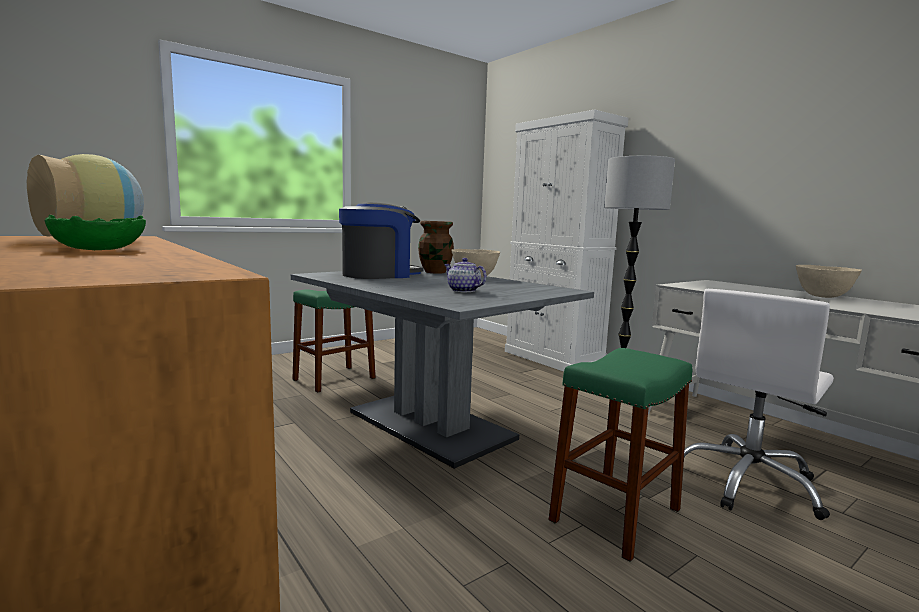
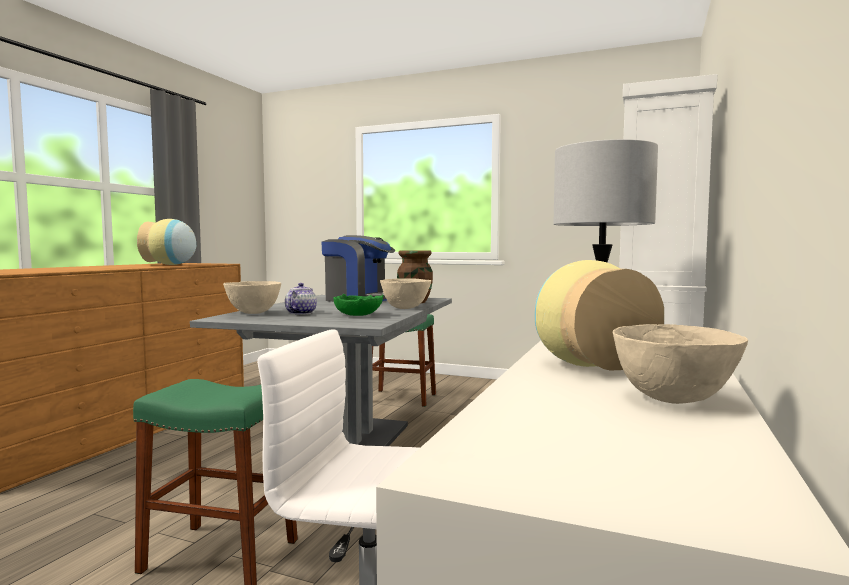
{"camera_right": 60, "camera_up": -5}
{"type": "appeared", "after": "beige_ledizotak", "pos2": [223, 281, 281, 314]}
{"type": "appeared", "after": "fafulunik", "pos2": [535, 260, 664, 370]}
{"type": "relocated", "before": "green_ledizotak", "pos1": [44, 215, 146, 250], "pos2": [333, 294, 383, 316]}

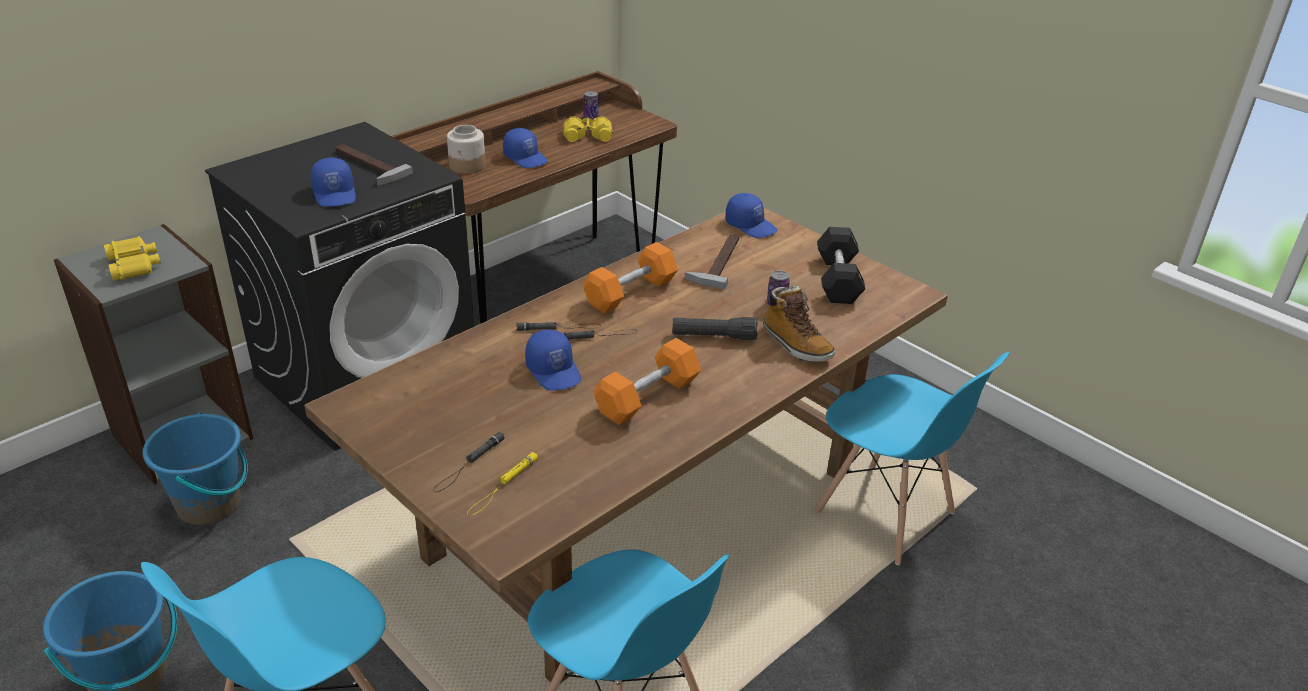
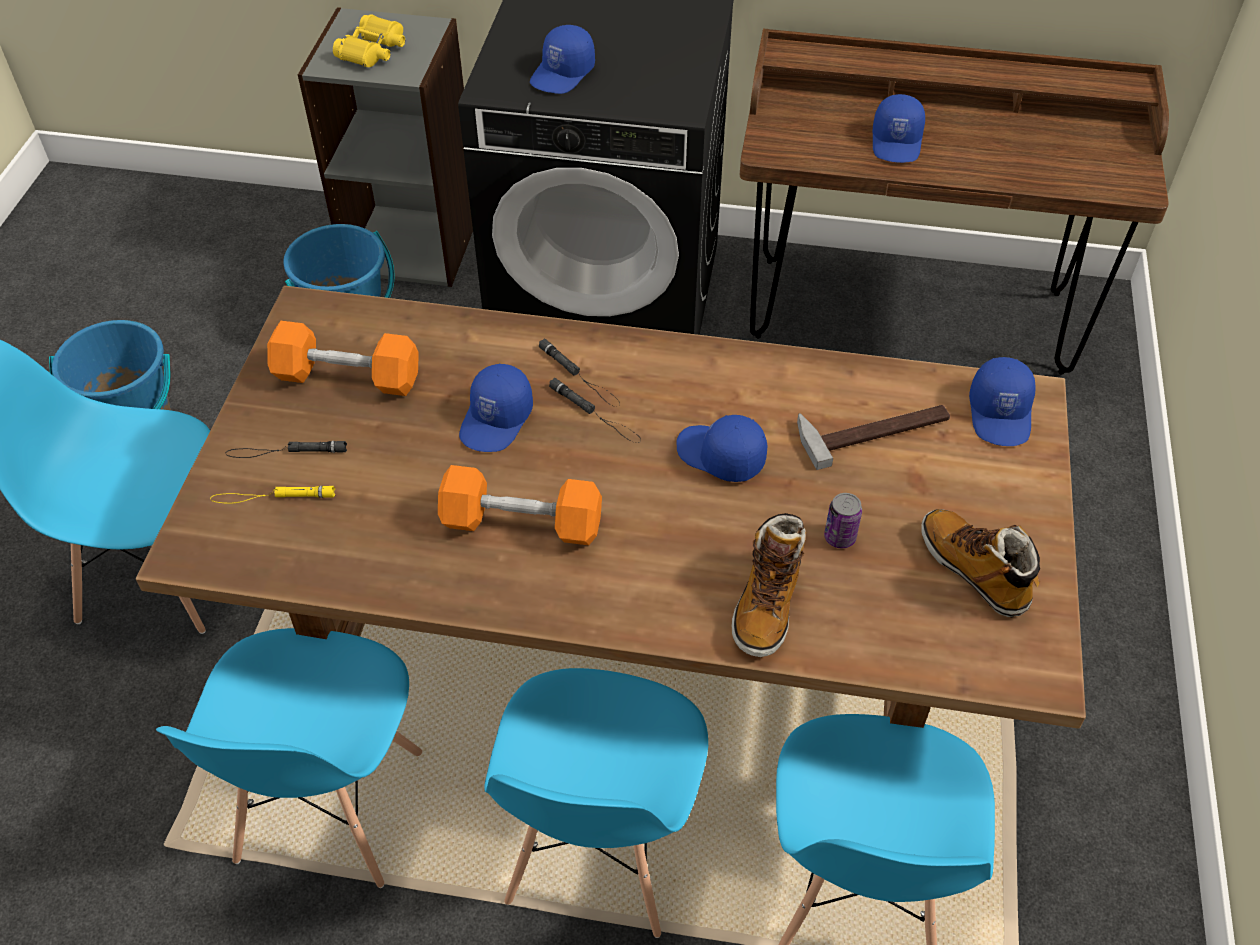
{"camera_right": 55, "camera_up": 15}
{"type": "missing", "before": "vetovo", "pos1": [336, 144, 413, 186]}
{"type": "missing", "before": "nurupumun", "pos1": [447, 125, 486, 174]}
{"type": "missing", "before": "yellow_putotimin", "pos1": [563, 116, 613, 142]}
{"type": "missing", "before": "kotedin", "pos1": [583, 91, 599, 120]}
{"type": "missing", "before": "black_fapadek", "pos1": [672, 317, 758, 340]}
{"type": "appeared", "after": "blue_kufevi", "pos2": [484, 668, 708, 938]}
{"type": "appeared", "after": "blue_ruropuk", "pos2": [676, 415, 767, 482]}
{"type": "relocated", "before": "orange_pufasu", "pos1": [583, 242, 678, 314], "pos2": [267, 321, 419, 396]}
{"type": "exchanged", "before": "black_pufasu", "after": "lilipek", "pos1": [817, 227, 865, 304], "pos2": [921, 509, 1040, 618]}

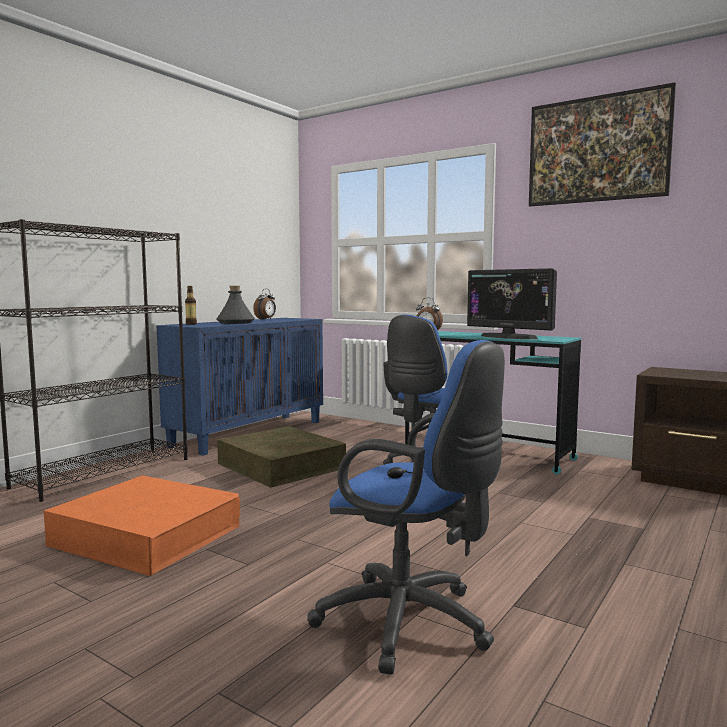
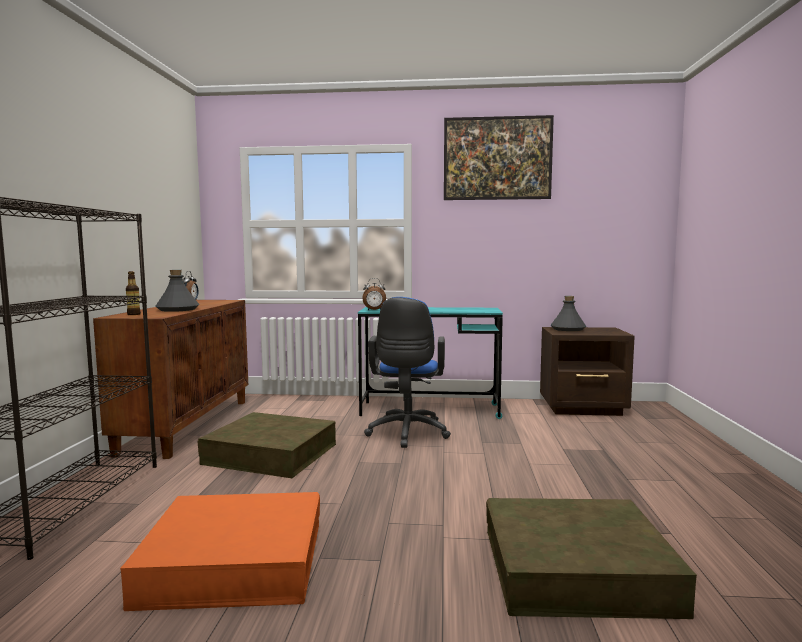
{"camera_right": -30, "camera_up": 0}
{"type": "missing", "before": "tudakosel", "pos1": [467, 268, 557, 339]}
{"type": "appeared", "after": "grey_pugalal", "pos2": [551, 296, 586, 331]}
{"type": "exchanged", "before": "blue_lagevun", "after": "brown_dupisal", "pos1": [308, 340, 505, 675], "pos2": [486, 498, 697, 619]}
{"type": "colour", "before": "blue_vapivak", "after": "brown_vapivak", "pos1": [157, 318, 323, 456], "pos2": [93, 300, 248, 459]}

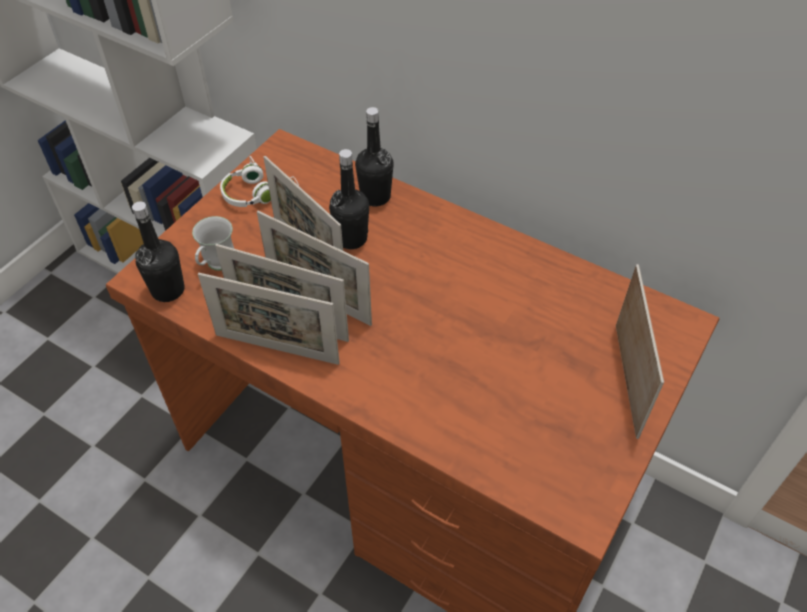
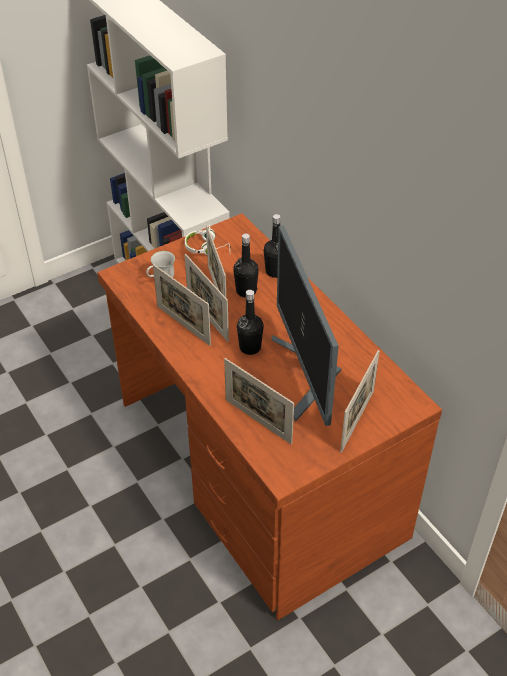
{"camera_right": 25, "camera_up": -5}
{"type": "appeared", "after": "tudakosel", "pos2": [272, 225, 341, 426]}
{"type": "relocated", "before": "black_pugalal", "pos1": [132, 201, 185, 302], "pos2": [237, 290, 264, 355]}
{"type": "relocated", "before": "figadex", "pos1": [198, 273, 340, 365], "pos2": [224, 358, 294, 444]}

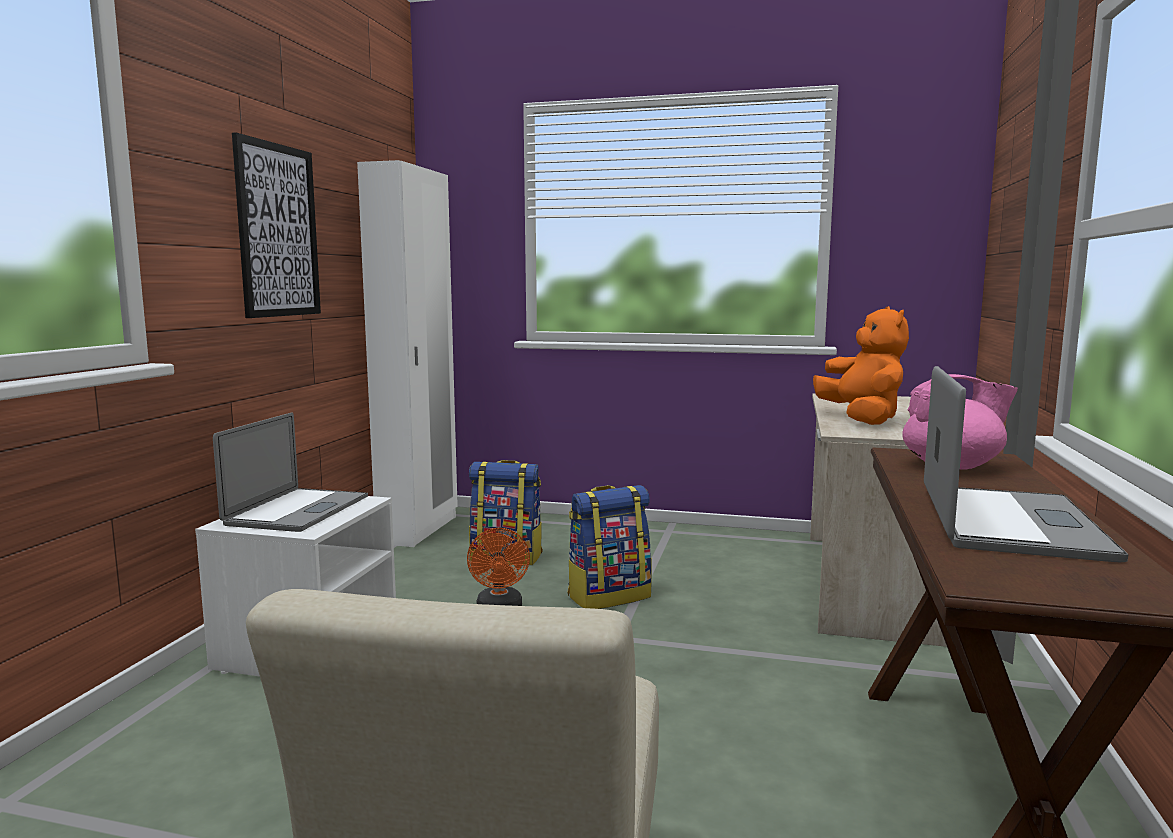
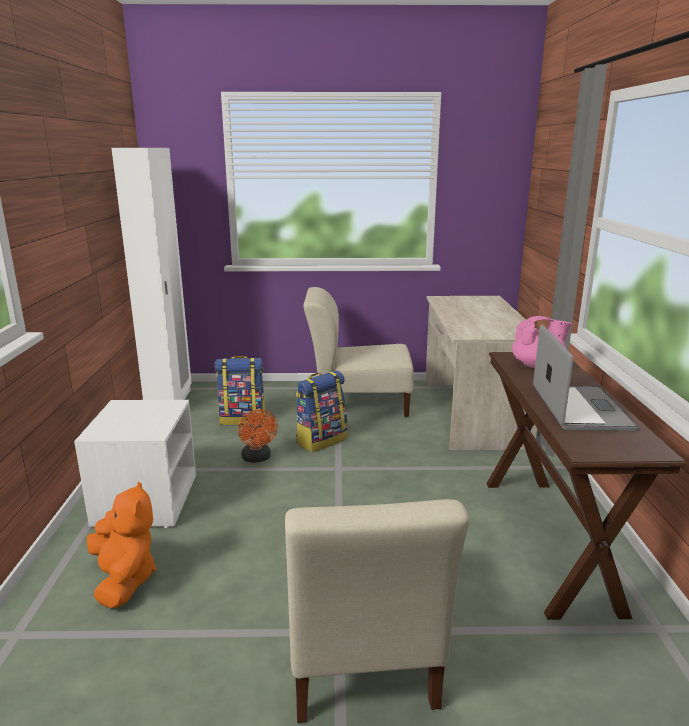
{"camera_right": -15, "camera_up": 10}
{"type": "missing", "before": "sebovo", "pos1": [213, 412, 368, 532]}
{"type": "missing", "before": "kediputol", "pos1": [232, 132, 321, 318]}
{"type": "appeared", "after": "beige_kufevi", "pos2": [303, 287, 414, 417]}
{"type": "relocated", "before": "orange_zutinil", "pos1": [813, 306, 909, 425], "pos2": [87, 481, 156, 608]}

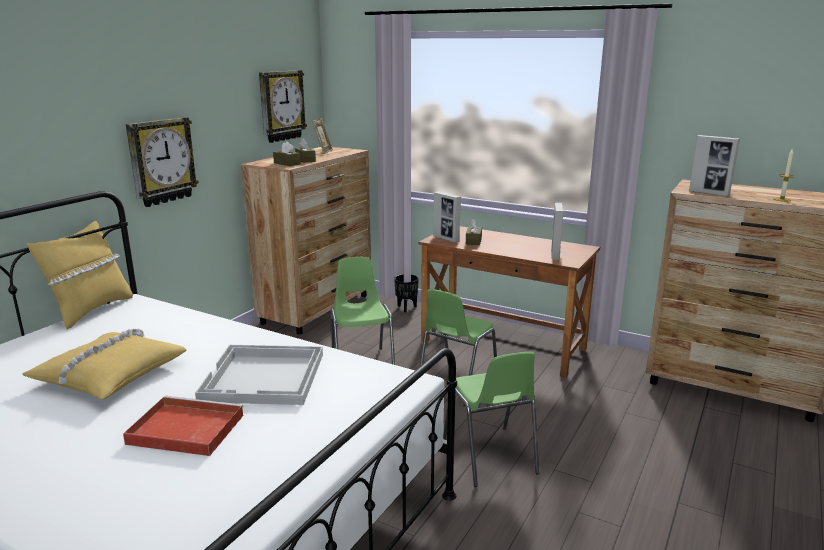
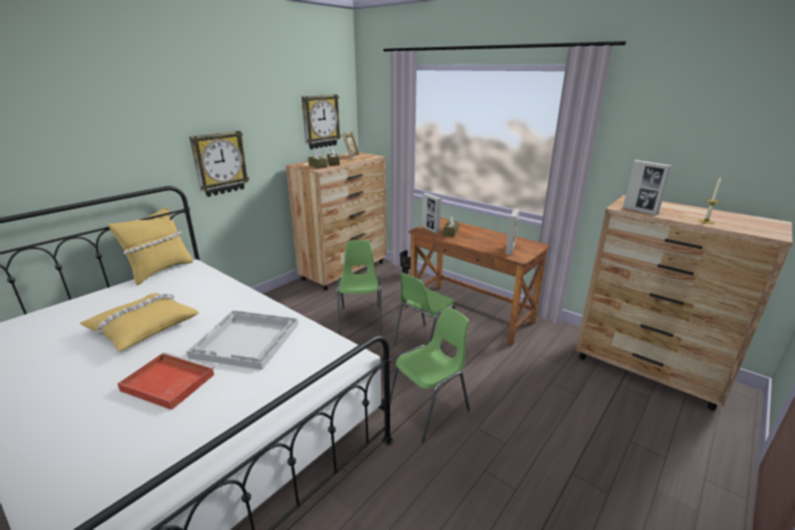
{"camera_right": 10, "camera_up": 5}
{"type": "spun", "before": "green_kufevi", "pos1": [443, 352, 539, 487], "pos2": [390, 307, 470, 443], "turn": -120}

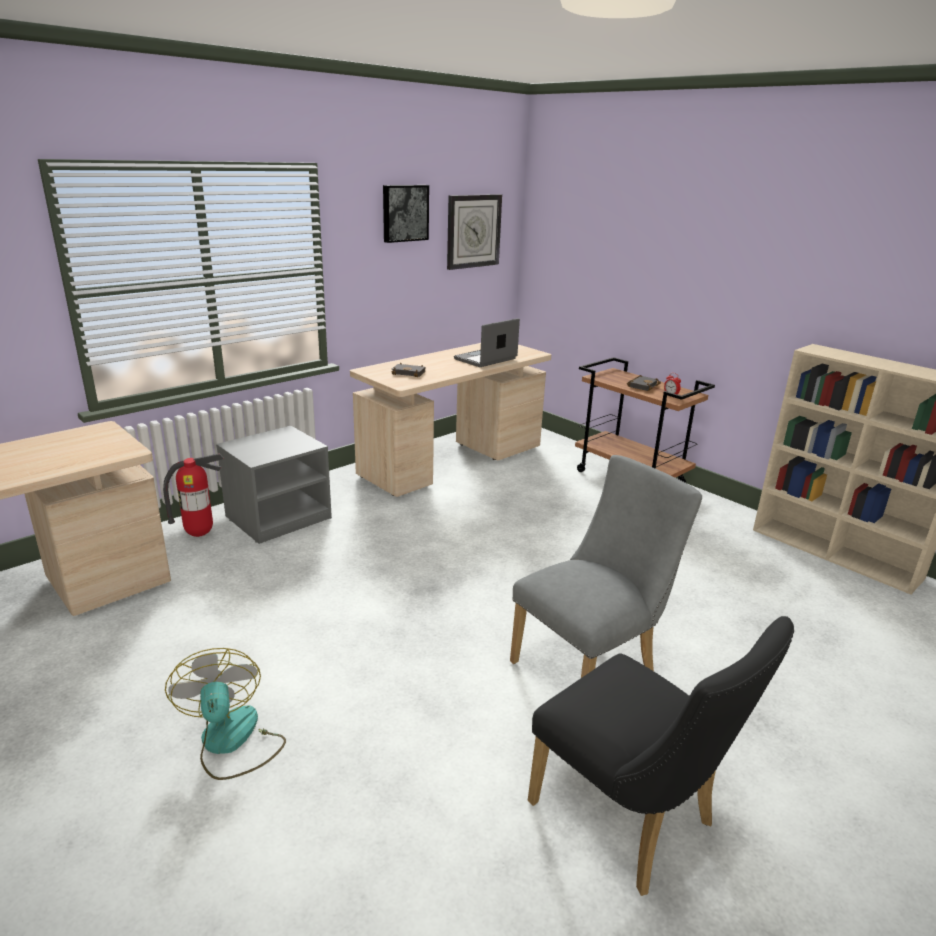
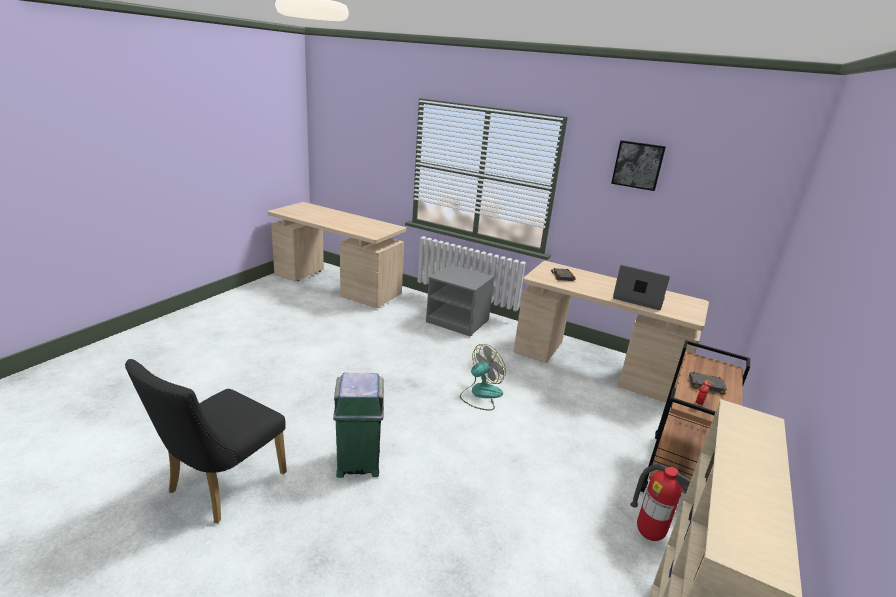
{"camera_right": 70, "camera_up": 0}
{"type": "missing", "before": "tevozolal", "pos1": [447, 194, 502, 270]}
{"type": "relocated", "before": "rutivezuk", "pos1": [163, 453, 224, 537], "pos2": [630, 463, 691, 541]}
{"type": "relocated", "before": "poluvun", "pos1": [165, 648, 286, 780], "pos2": [460, 344, 506, 411]}
{"type": "exchanged", "before": "grey_kufevi", "after": "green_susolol", "pos1": [510, 455, 702, 678], "pos2": [333, 373, 384, 478]}

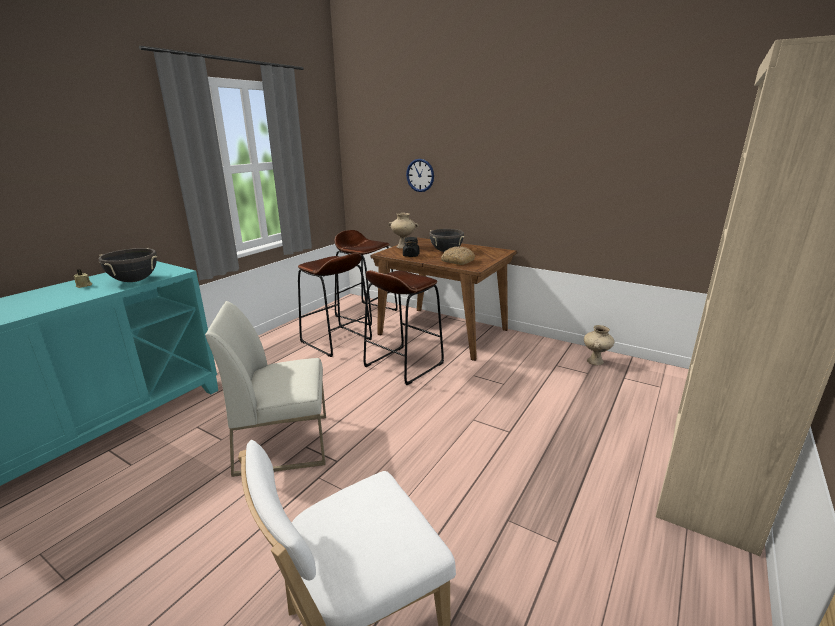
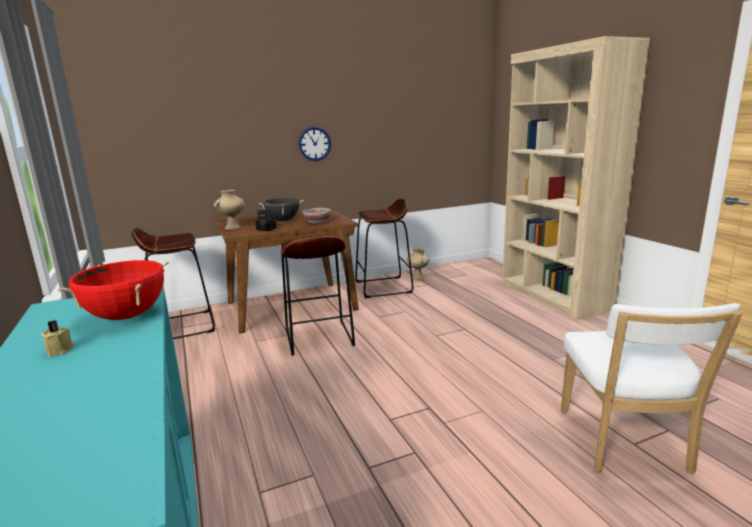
{"camera_right": -55, "camera_up": -5}
{"type": "missing", "before": "white_kufevi", "pos1": [205, 301, 326, 477]}
{"type": "relocated", "before": "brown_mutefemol", "pos1": [298, 253, 372, 357], "pos2": [355, 199, 413, 298]}
{"type": "relocated", "before": "tevozolal", "pos1": [406, 159, 434, 192], "pos2": [299, 127, 331, 161]}
{"type": "exchanged", "before": "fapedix", "after": "ledizotak", "pos1": [441, 246, 475, 265], "pos2": [303, 208, 331, 224]}
{"type": "colour", "before": "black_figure", "after": "red_figure", "pos1": [99, 248, 157, 282], "pos2": [58, 260, 169, 320]}

